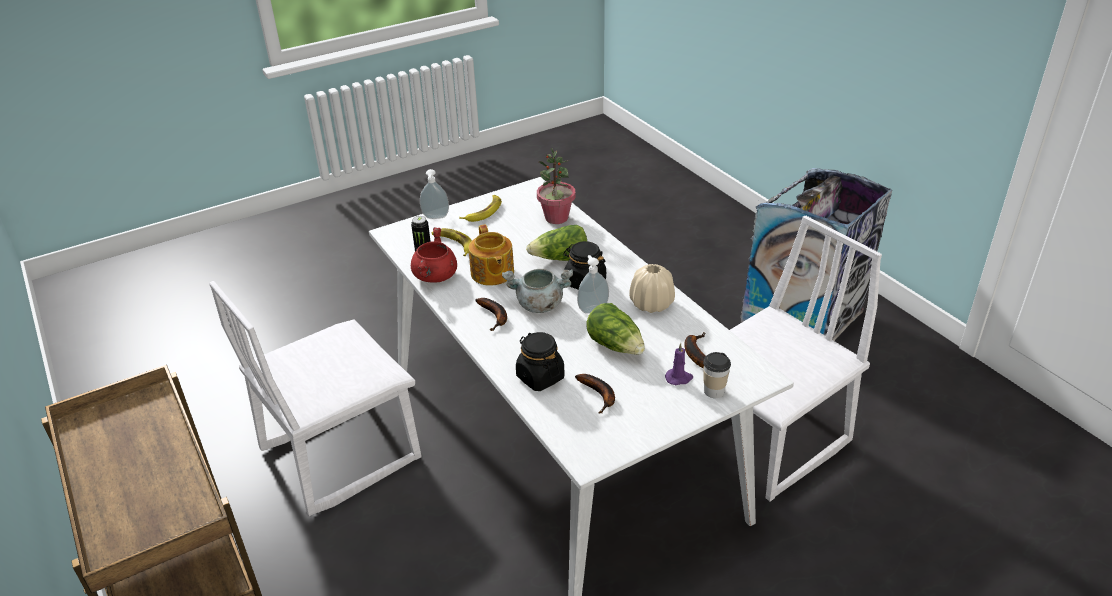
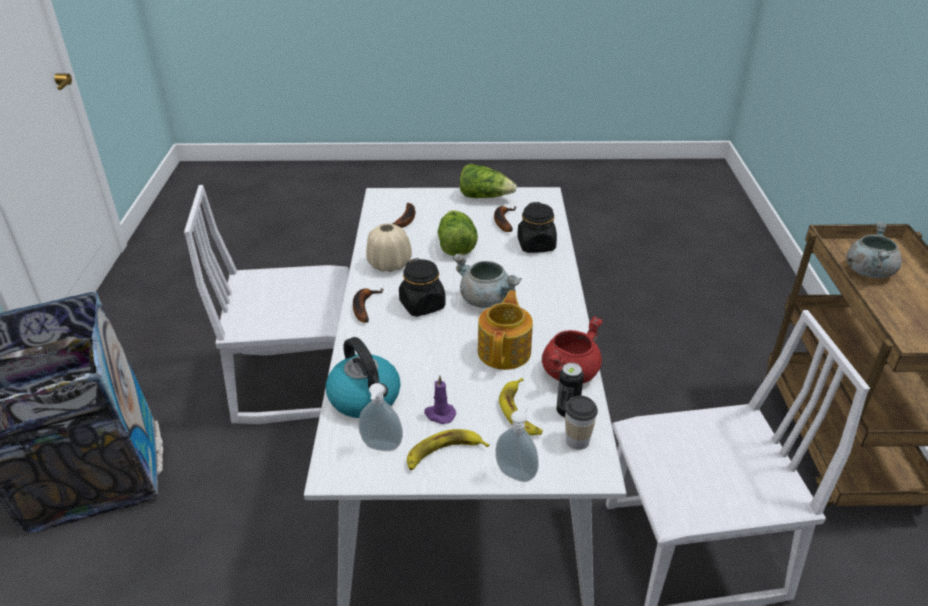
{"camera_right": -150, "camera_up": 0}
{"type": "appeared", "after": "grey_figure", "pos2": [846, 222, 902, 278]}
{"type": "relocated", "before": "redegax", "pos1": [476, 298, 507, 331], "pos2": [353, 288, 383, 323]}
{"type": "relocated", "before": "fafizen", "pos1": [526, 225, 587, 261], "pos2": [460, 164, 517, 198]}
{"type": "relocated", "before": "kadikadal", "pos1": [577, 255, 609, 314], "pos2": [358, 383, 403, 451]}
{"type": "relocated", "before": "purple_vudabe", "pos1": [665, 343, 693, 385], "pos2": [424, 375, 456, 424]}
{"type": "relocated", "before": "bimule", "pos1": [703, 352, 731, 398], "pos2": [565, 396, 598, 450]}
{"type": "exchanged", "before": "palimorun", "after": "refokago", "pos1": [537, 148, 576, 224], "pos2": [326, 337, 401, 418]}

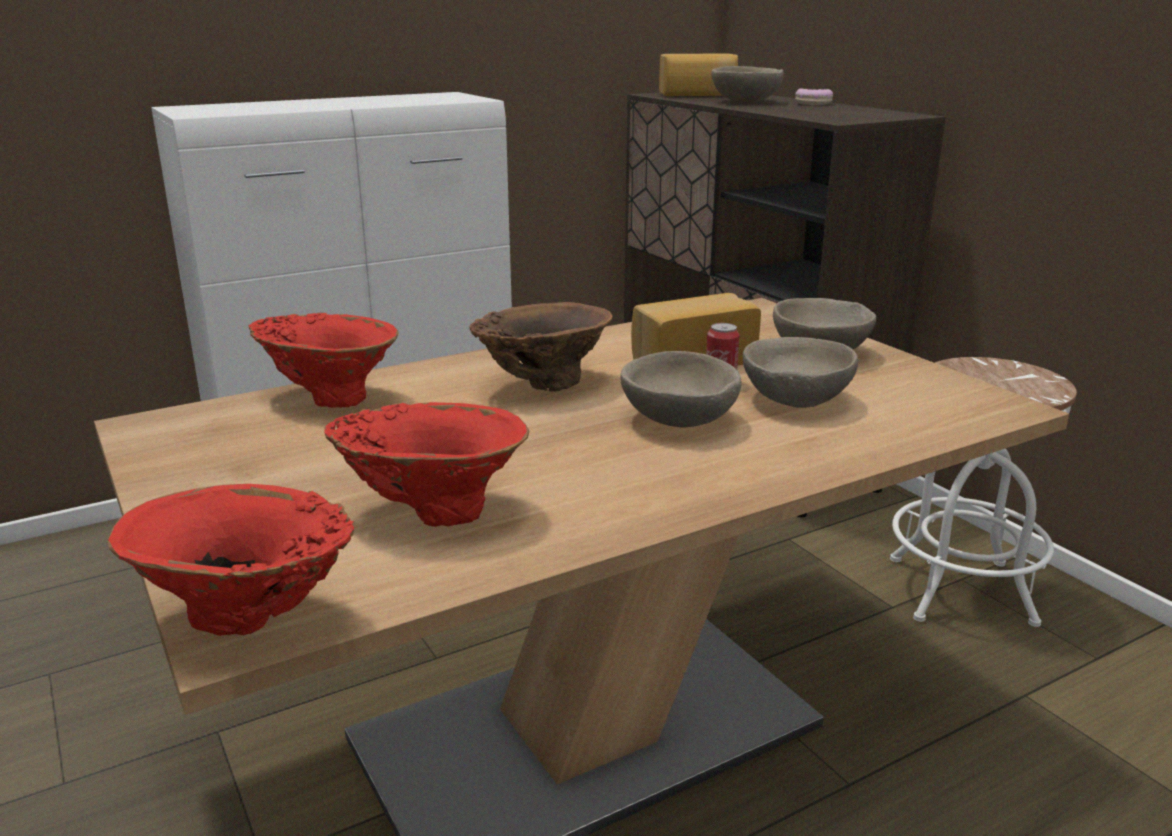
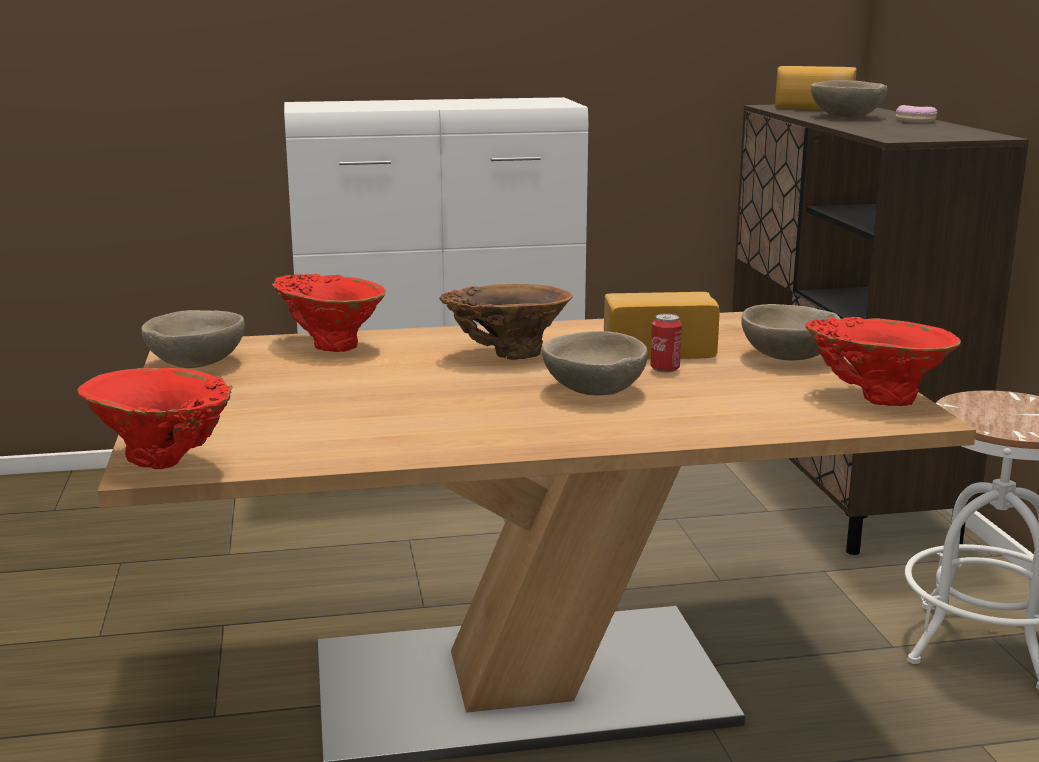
{"camera_right": 20, "camera_up": -5}
{"type": "relocated", "before": "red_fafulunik", "pos1": [324, 402, 529, 527], "pos2": [805, 317, 961, 406]}
{"type": "relocated", "before": "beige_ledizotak", "pos1": [743, 337, 858, 408], "pos2": [141, 310, 245, 368]}

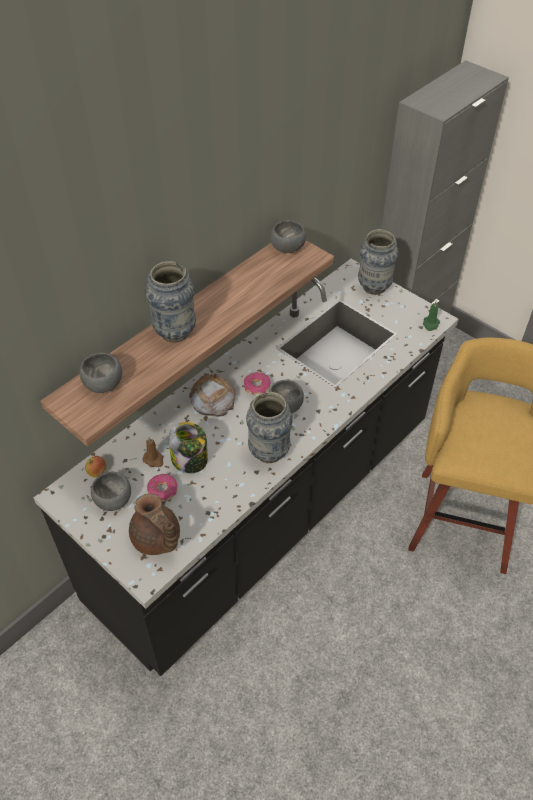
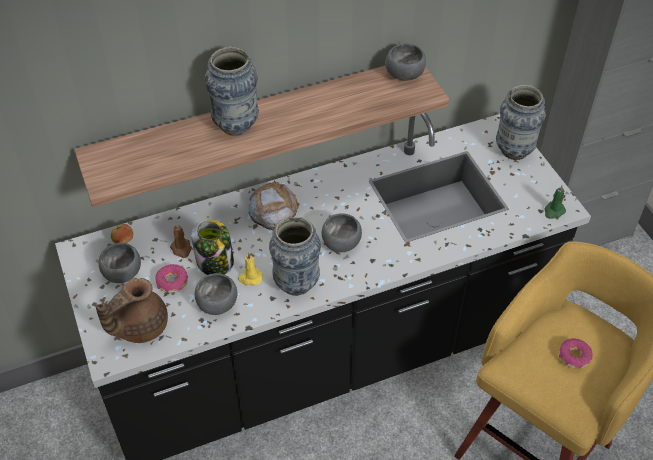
{"camera_right": 25, "camera_up": 0}
{"type": "appeared", "after": "yellow_vudabe", "pos2": [238, 252, 263, 285]}
{"type": "relocated", "before": "grey_ledizotak", "pos1": [80, 353, 122, 393], "pos2": [195, 273, 237, 315]}
{"type": "relocated", "before": "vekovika", "pos1": [244, 372, 271, 395], "pos2": [559, 338, 593, 368]}
{"type": "spun", "before": "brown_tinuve", "pos1": [129, 494, 180, 555], "pos2": [95, 278, 168, 343], "turn": 60}

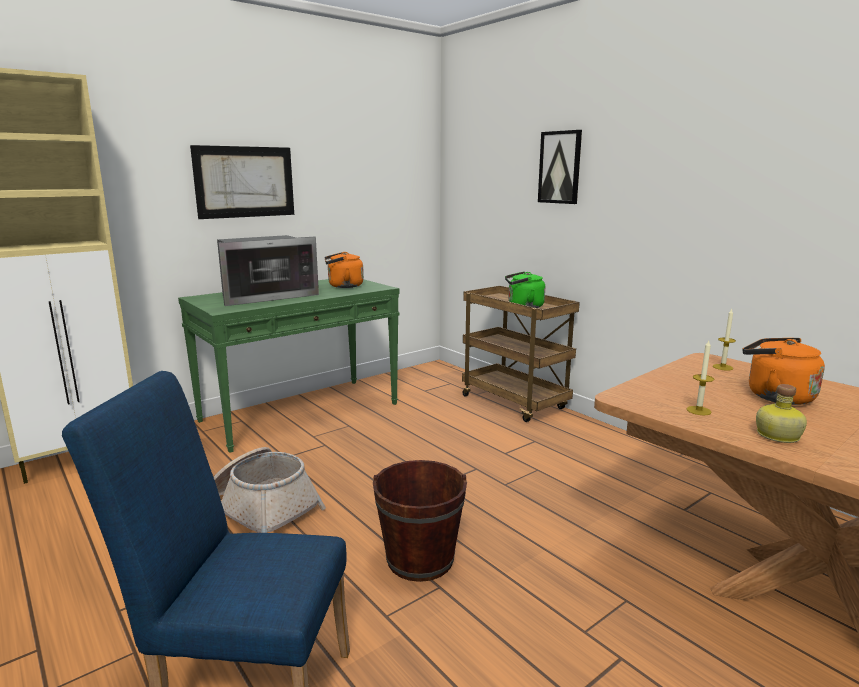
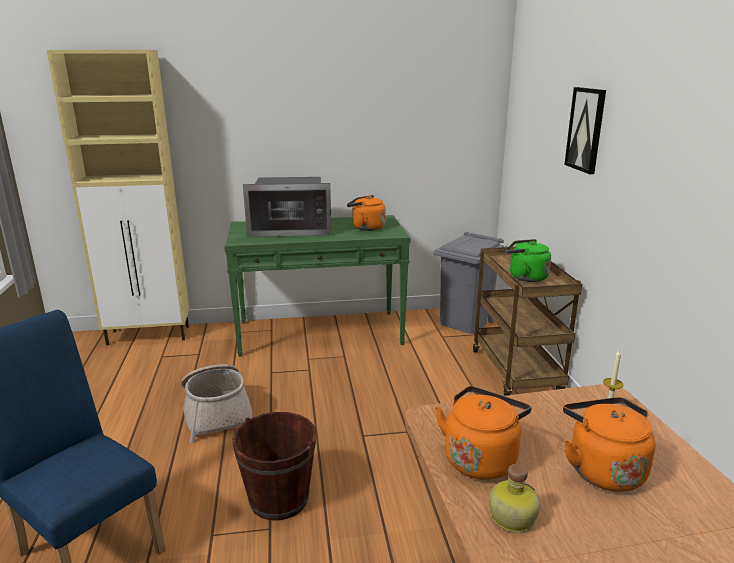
{"camera_right": 30, "camera_up": 5}
{"type": "missing", "before": "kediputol", "pos1": [190, 145, 294, 219]}
{"type": "appeared", "after": "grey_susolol", "pos2": [434, 232, 504, 334]}
{"type": "exchanged", "before": "vudabe", "after": "orange_refokago", "pos1": [687, 341, 714, 415], "pos2": [435, 386, 531, 480]}

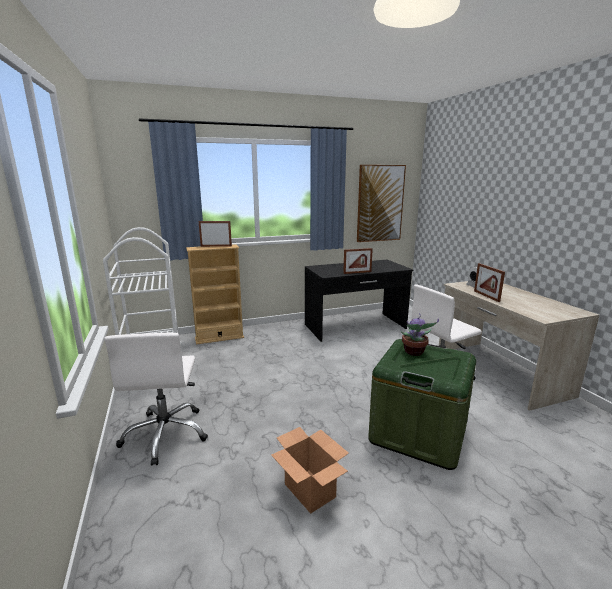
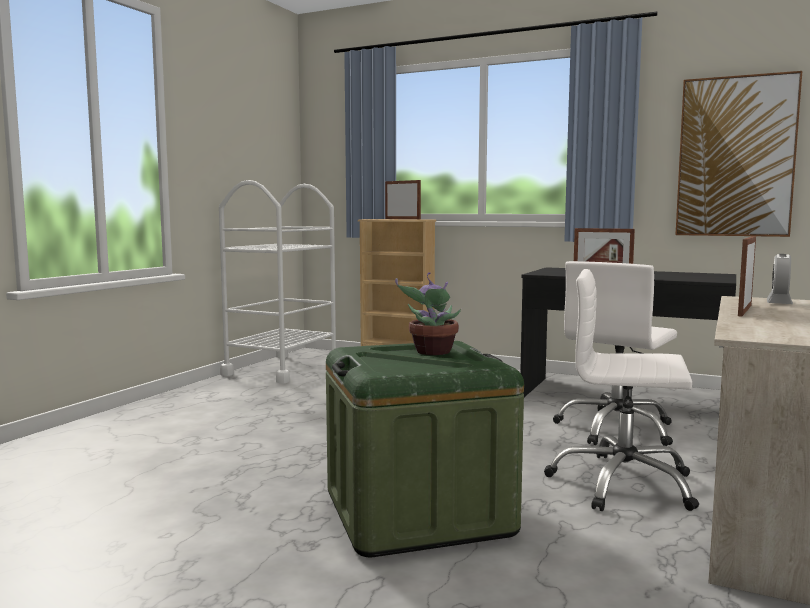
{"camera_right": 45, "camera_up": -10}
{"type": "missing", "before": "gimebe", "pos1": [271, 427, 349, 514]}
{"type": "relocated", "before": "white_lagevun", "pos1": [104, 333, 208, 466], "pos2": [553, 261, 677, 446]}

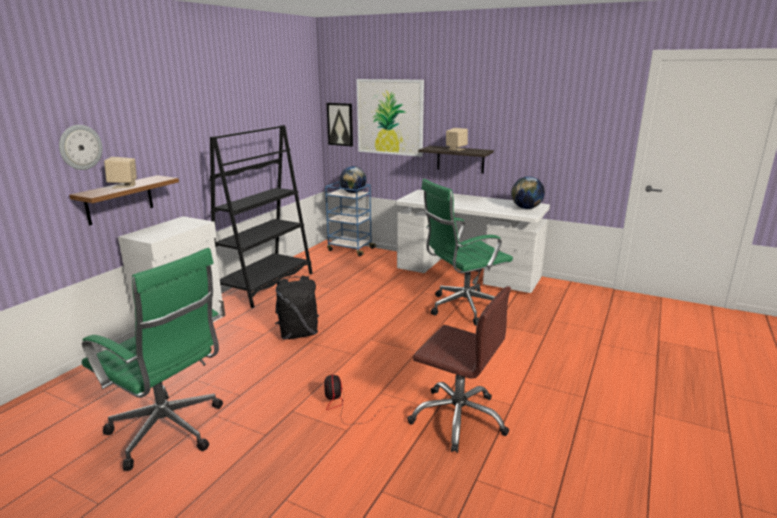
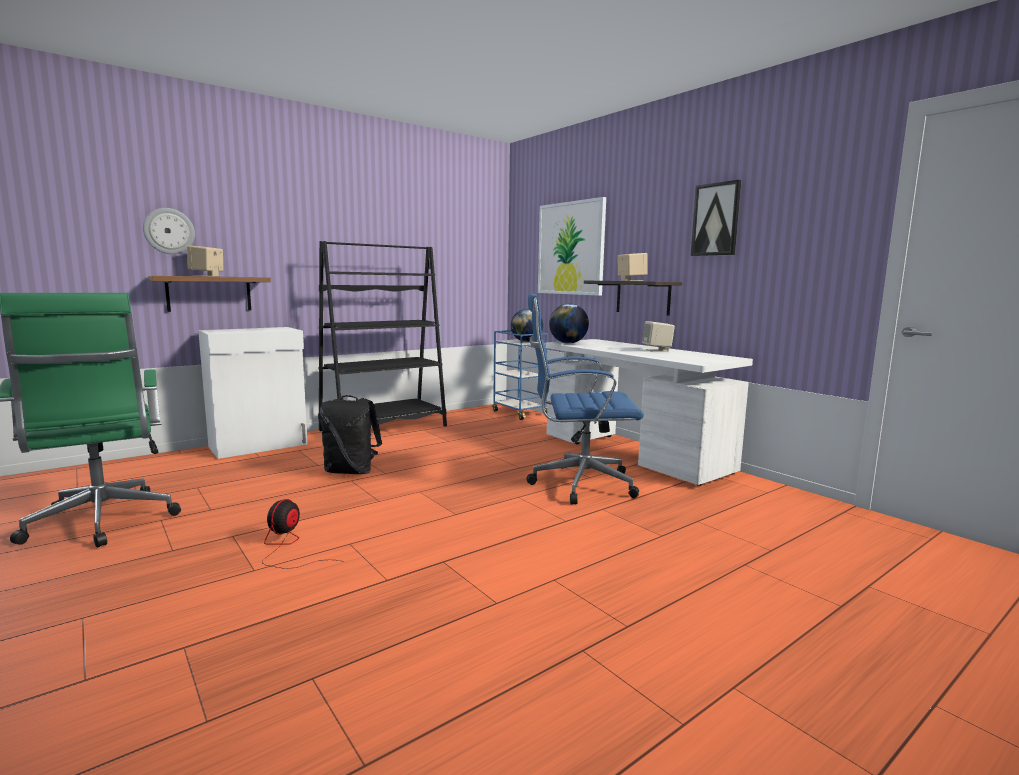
{"camera_right": 25, "camera_up": -10}
{"type": "missing", "before": "brown_lagevun", "pos1": [407, 286, 511, 453]}
{"type": "appeared", "after": "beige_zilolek", "pos2": [642, 321, 675, 352]}
{"type": "relocated", "before": "kediputol", "pos1": [327, 103, 353, 146], "pos2": [691, 180, 741, 256]}
{"type": "relocated", "before": "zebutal", "pos1": [511, 176, 545, 209], "pos2": [549, 304, 589, 344]}
{"type": "colour", "before": "green_lagevun", "after": "blue_lagevun", "pos1": [421, 179, 513, 325], "pos2": [526, 294, 644, 504]}

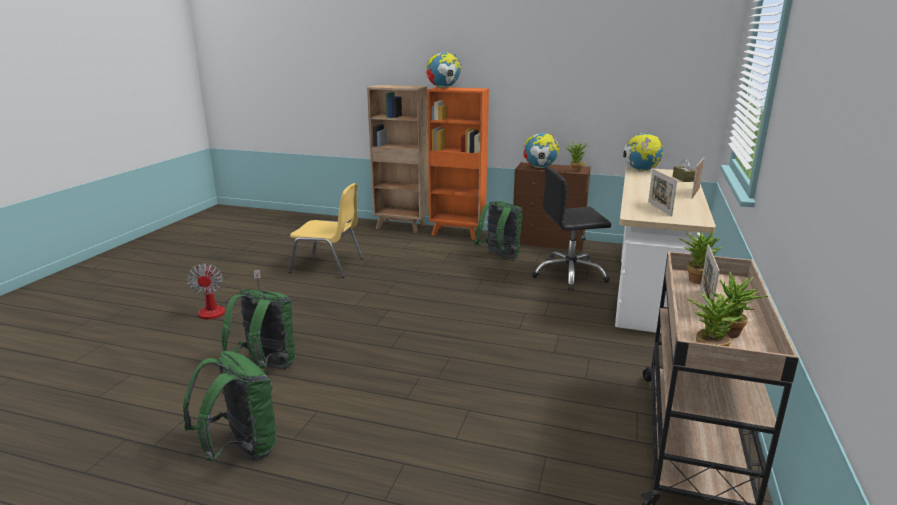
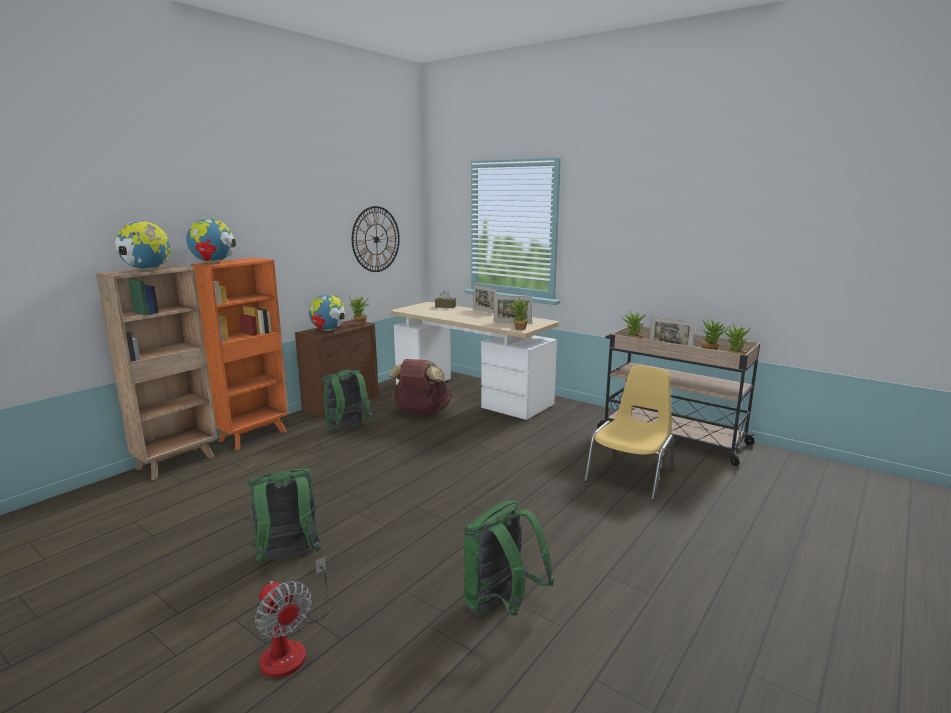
{"camera_right": -70, "camera_up": -5}
{"type": "appeared", "after": "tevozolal", "pos2": [352, 206, 400, 272]}
{"type": "appeared", "after": "palimorun", "pos2": [506, 297, 529, 330]}
{"type": "relocated", "before": "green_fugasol", "pos1": [183, 351, 277, 461], "pos2": [248, 468, 322, 563]}
{"type": "relocated", "before": "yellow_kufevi", "pos1": [288, 183, 363, 277], "pos2": [584, 366, 674, 501]}
{"type": "relocated", "before": "zebutal", "pos1": [623, 133, 663, 171], "pos2": [115, 222, 171, 271]}
{"type": "exchanged", "before": "black_lagevun", "after": "brown_fugasol", "pos1": [532, 166, 611, 291], "pos2": [388, 359, 451, 415]}
{"type": "spun", "before": "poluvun", "pos1": [187, 264, 261, 319], "pos2": [255, 557, 330, 678], "turn": 45}

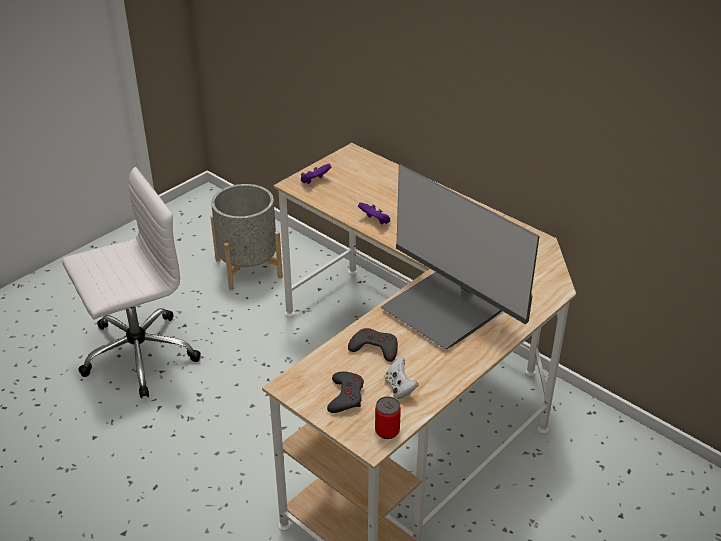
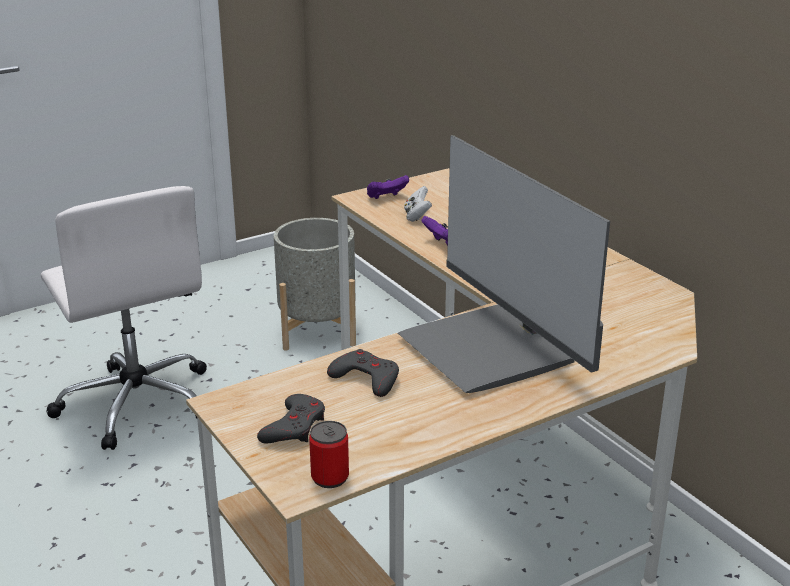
{"camera_right": 15, "camera_up": -10}
{"type": "relocated", "before": "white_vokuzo", "pos1": [385, 357, 419, 399], "pos2": [404, 186, 432, 222]}
{"type": "spun", "before": "white_lagevun", "pos1": [62, 167, 201, 398], "pos2": [41, 186, 207, 450], "turn": 75}

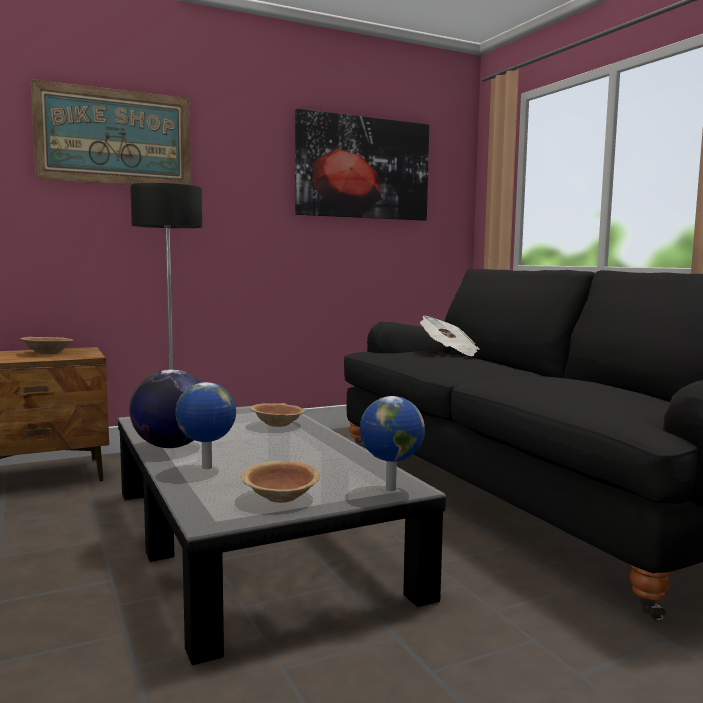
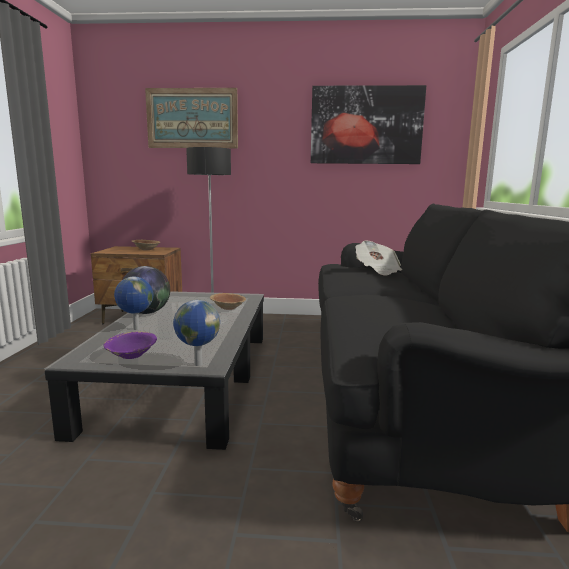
{"camera_right": 30, "camera_up": 5}
{"type": "colour", "before": "brown_ledizotak", "after": "purple_ledizotak", "pos1": [241, 461, 320, 503], "pos2": [103, 331, 157, 359]}

